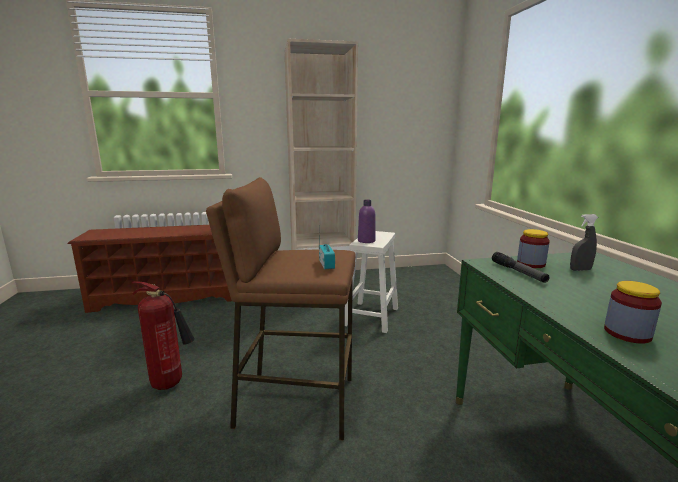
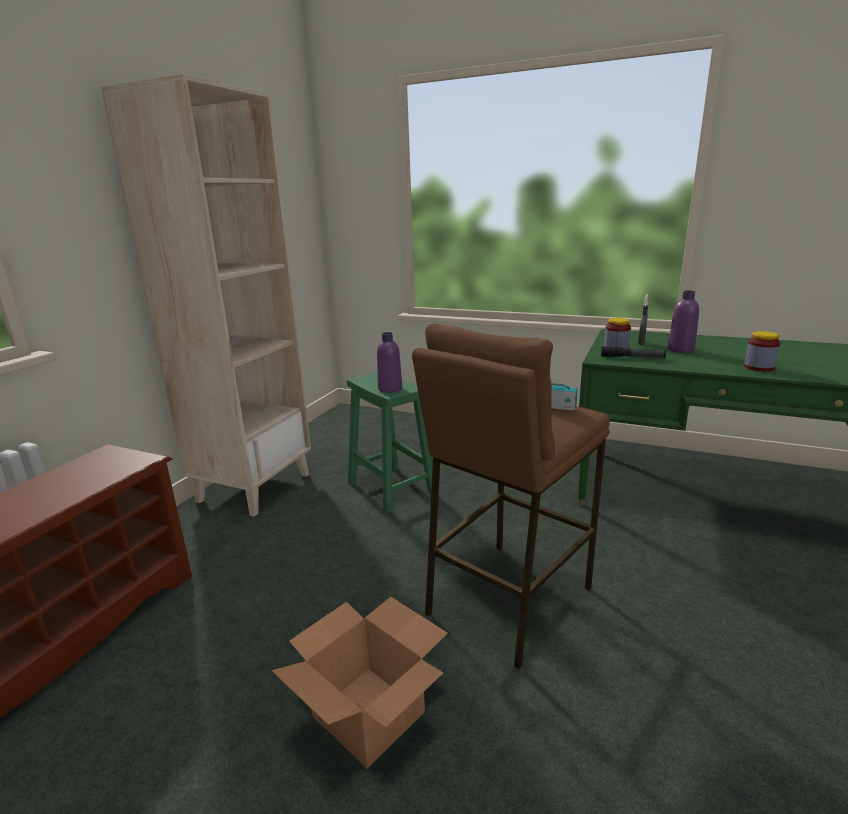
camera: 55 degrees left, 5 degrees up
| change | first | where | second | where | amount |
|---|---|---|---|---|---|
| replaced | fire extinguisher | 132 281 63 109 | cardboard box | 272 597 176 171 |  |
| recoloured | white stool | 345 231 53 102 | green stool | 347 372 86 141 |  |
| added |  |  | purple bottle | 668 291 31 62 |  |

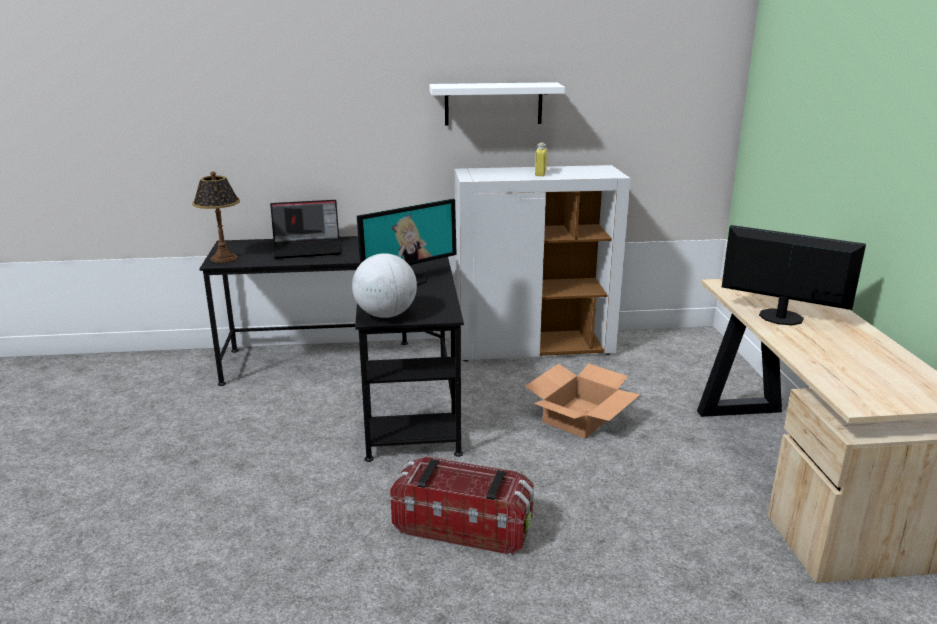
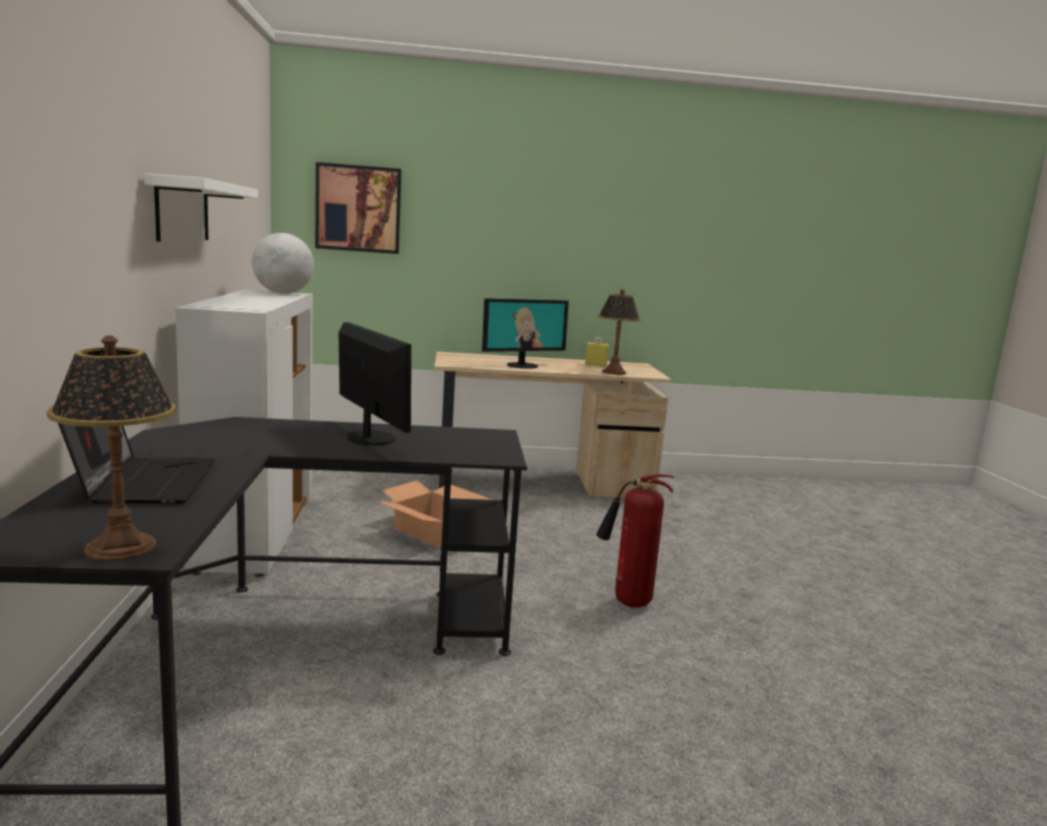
camera: 90 degrees left, 10 degrees down
| change | first | where | second | where | amount |
|---|---|---|---|---|---|
| moved | globe | 352 253 65 65 |  | 252 233 62 61 |  |
| replaced | storage box | 390 457 144 98 | fire extinguisher | 596 474 78 134 |  |
| moved | yellow bottle | 535 143 12 33 |  | 585 337 24 30 |  |
| turned | monitor | 722 225 144 100 |  | 482 298 87 71 | 150 degrees counterclockwise |
| added |  |  | picture | 315 162 87 92 |  |
| added |  |  | table lamp | 598 289 43 86 |  |

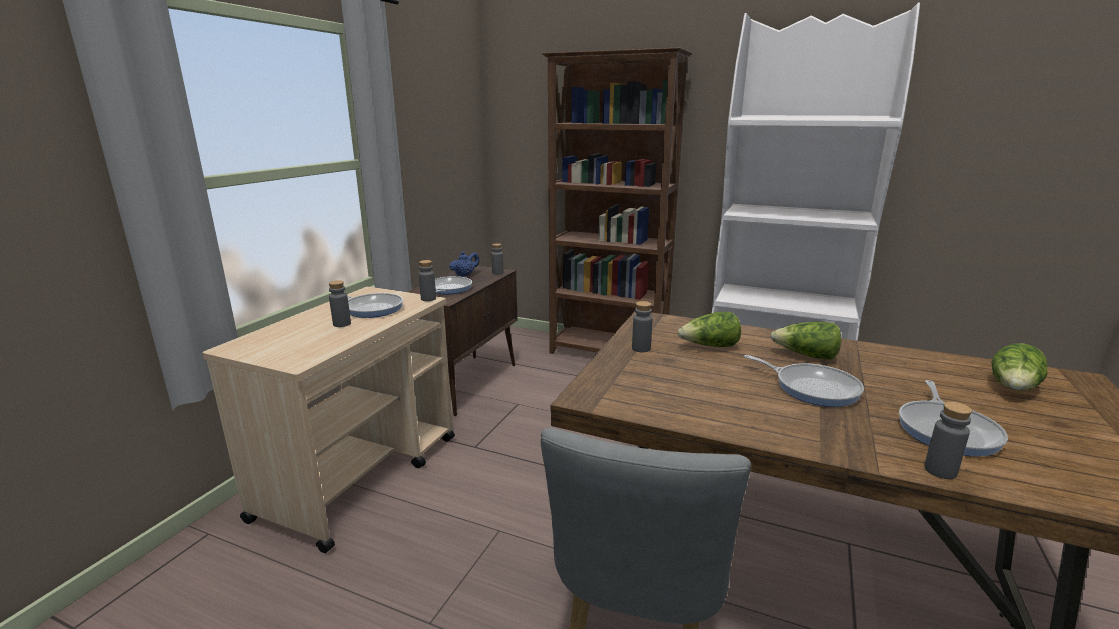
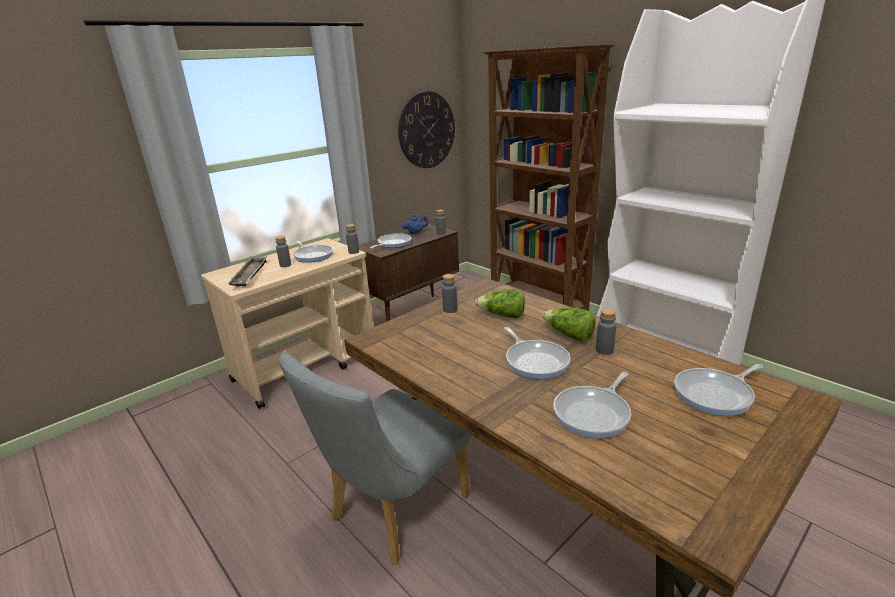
camera: 25 degrees right, 5 degrees up
| change | first | where | second | where | amount |
|---|---|---|---|---|---|
| moved | grey bottle | 924 402 48 77 |  | 596 308 20 47 |  |
| replaced | lettuce | 991 343 57 48 | frying pan | 674 364 89 52 |  |
| added |  |  | tray | 228 256 39 31 |  |
| added |  |  | wall clock | 398 91 57 77 |  |

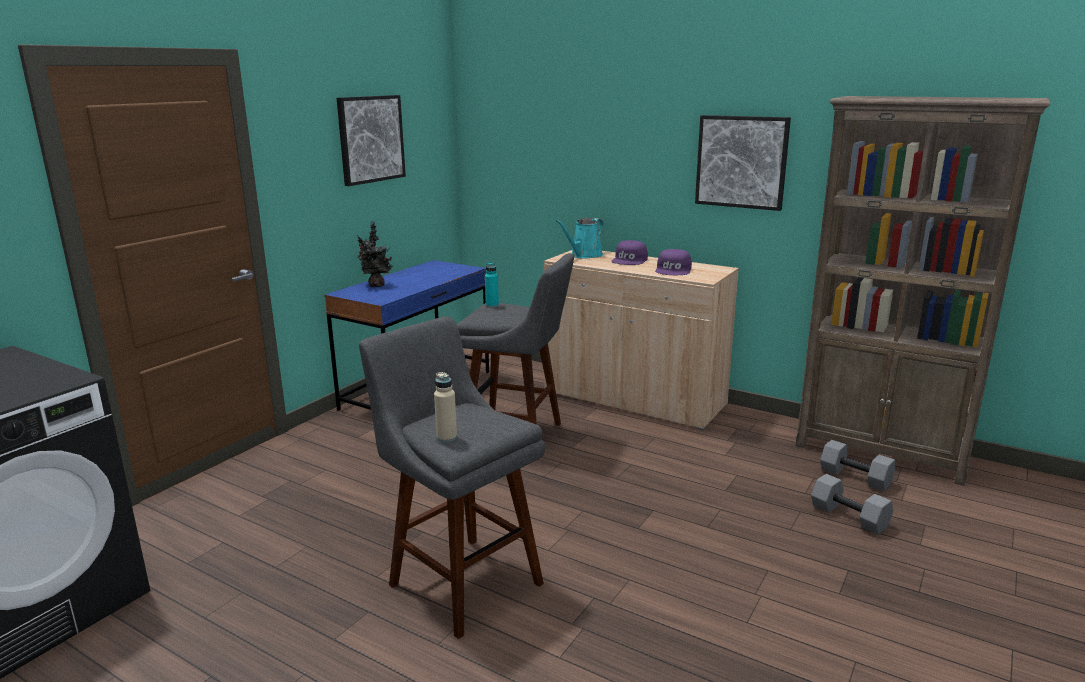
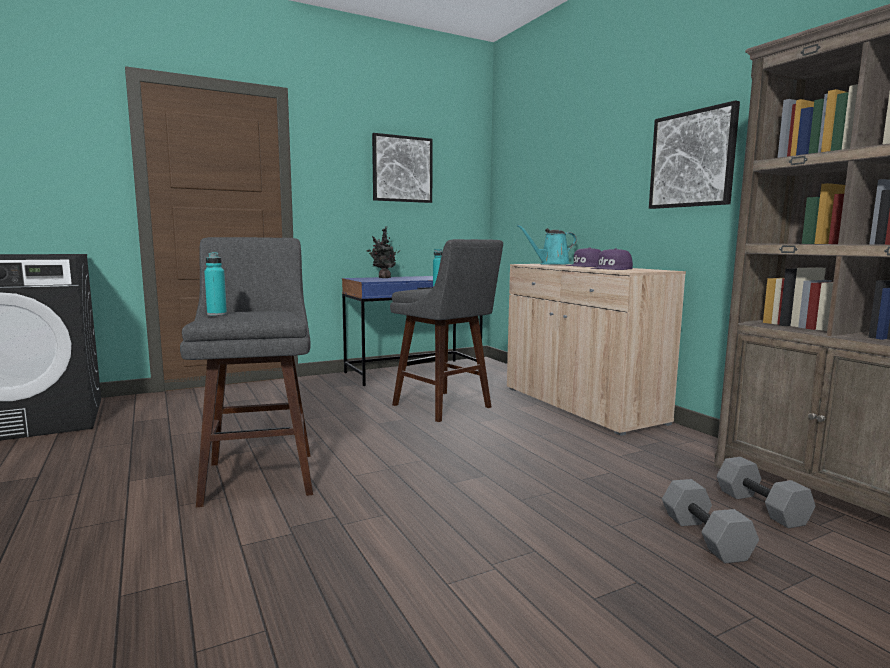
camera: 30 degrees right, 10 degrees down
| change | first | where | second | where | amount |
|---|---|---|---|---|---|
| recoloured | beige bottle | 434 372 23 70 | turquoise bottle | 204 252 23 64 |  |

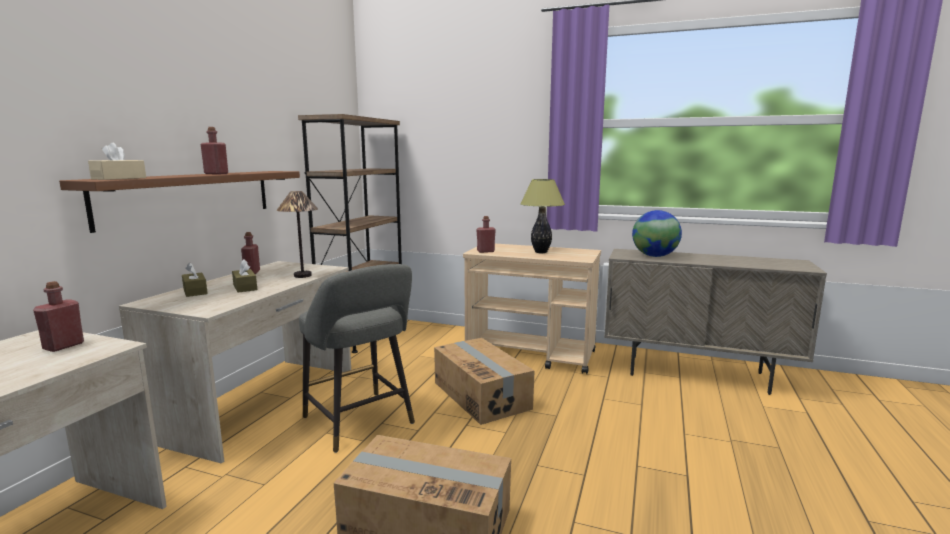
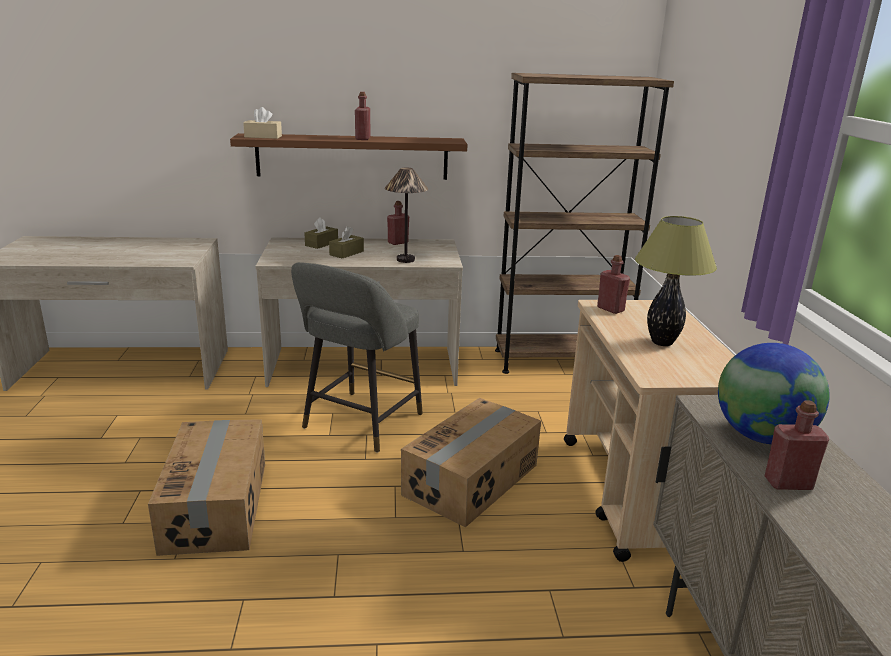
camera: 65 degrees right, 10 degrees up
| change | first | where | second | where | amount |
|---|---|---|---|---|---|
| moved | red bottle | 33 281 51 71 |  | 765 400 64 90 |  |

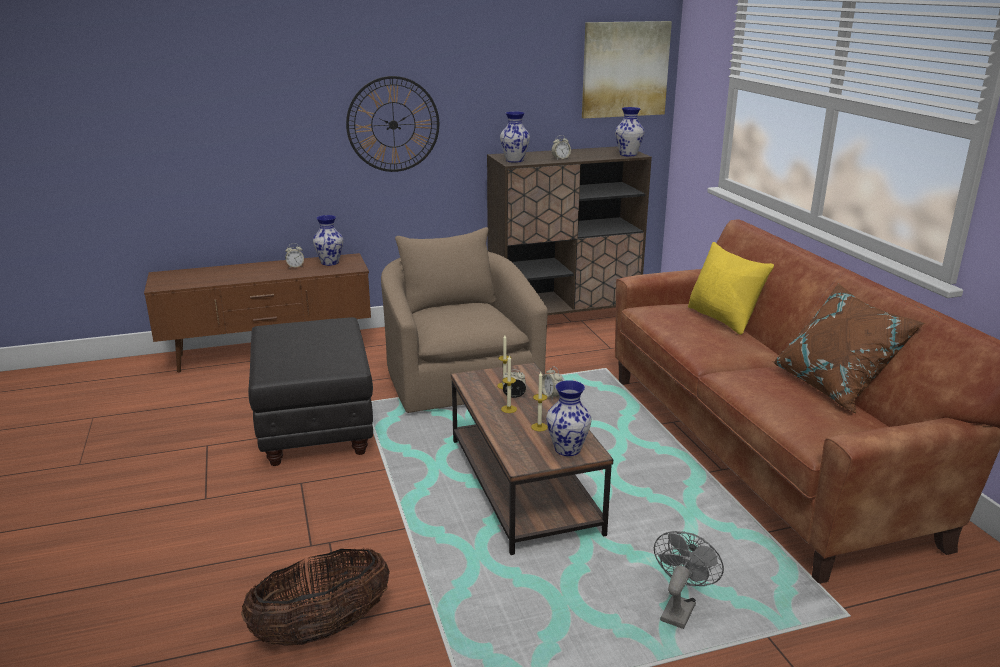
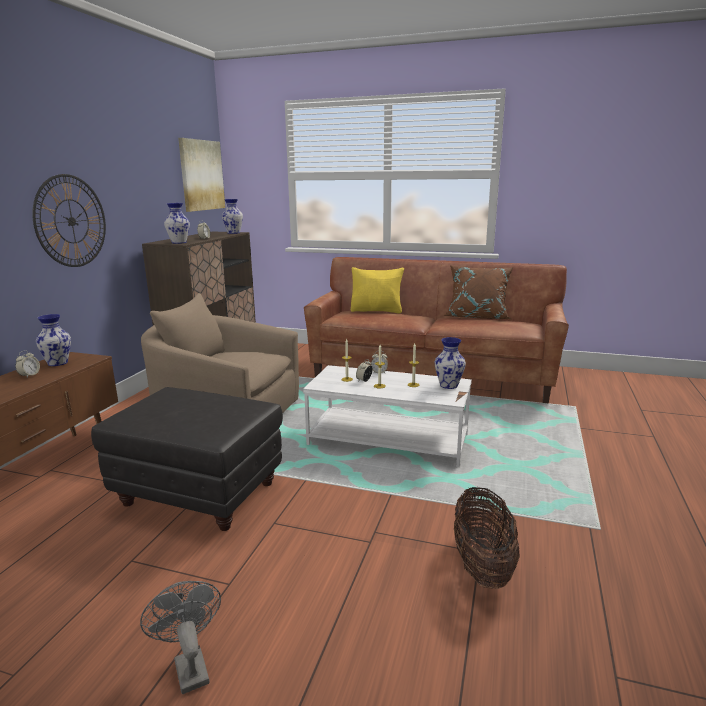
camera: 55 degrees left, 5 degrees down
| change | first | where | second | where | amount |
|---|---|---|---|---|---|
| recoloured | brown coffee table | 451 363 162 192 | white coffee table | 303 365 169 102 |  |
| moved | grey fan | 654 531 70 98 |  | 140 581 81 113 |  |

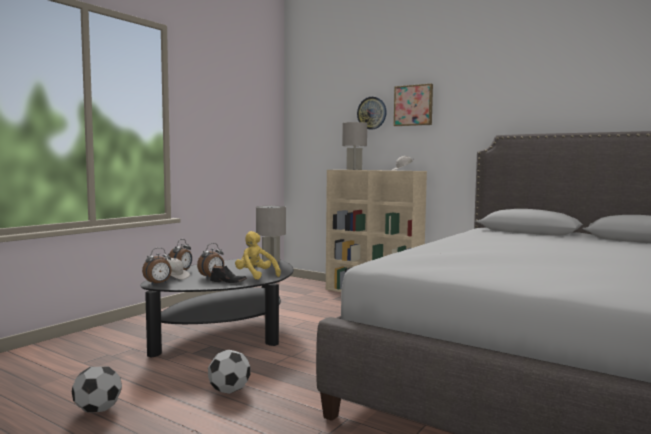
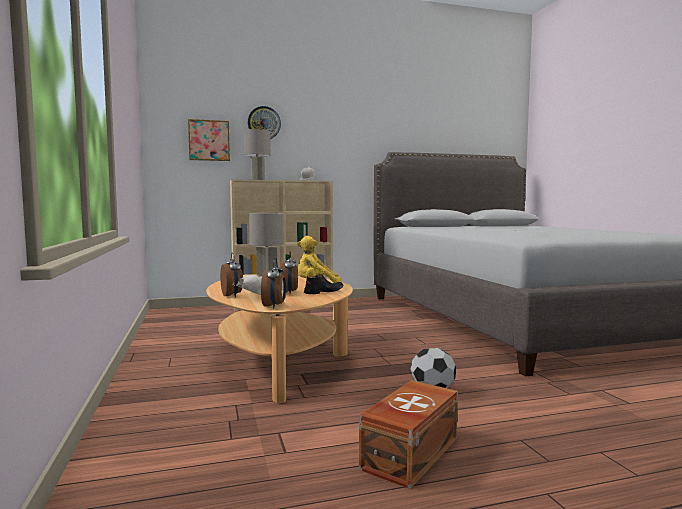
camera: 50 degrees left, 0 degrees up
| change | first | where | second | where | amount |
|---|---|---|---|---|---|
| replaced | football | 72 366 50 47 | brown storage box | 359 380 99 109 |  |
| recoloured | black coffee table | 140 257 154 100 | beige coffee table | 206 274 147 129 |  |
| moved | picture | 394 84 39 42 |  | 188 119 42 42 |  |

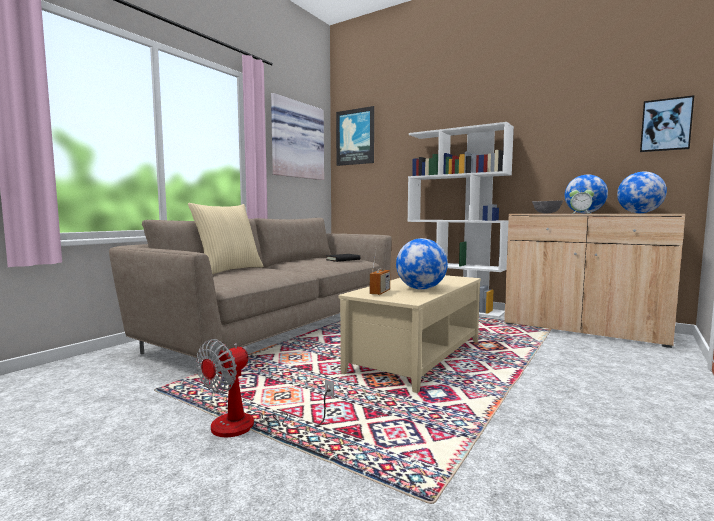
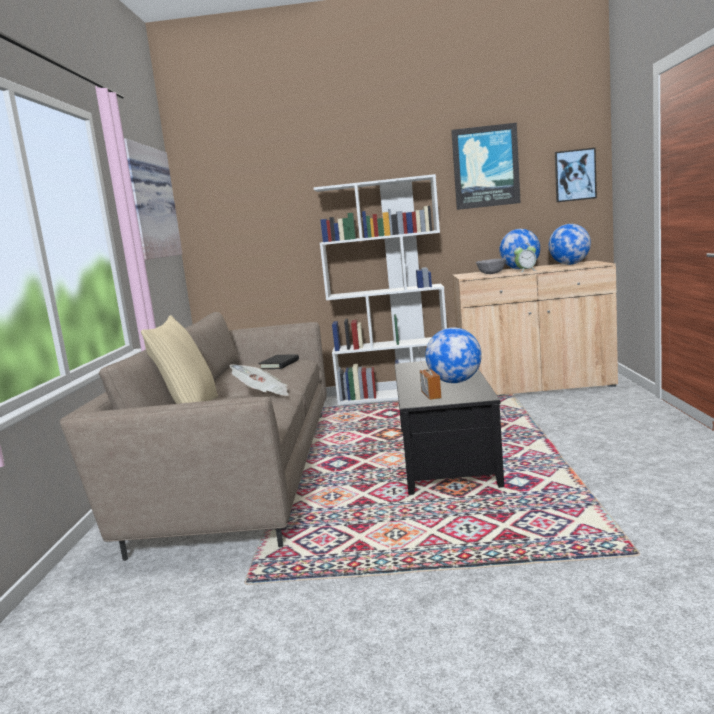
camera: 30 degrees left, 5 degrees up
| change | first | where | second | where | amount |
|---|---|---|---|---|---|
| removed | fan | 196 339 138 98 |  |  |  |
| moved | picture | 336 106 38 60 |  | 451 123 70 87 |  |
| recoloured | beige coffee table | 338 275 143 118 | black coffee table | 395 361 109 134 |  |
| added |  |  | newspaper | 229 364 59 32 |  |

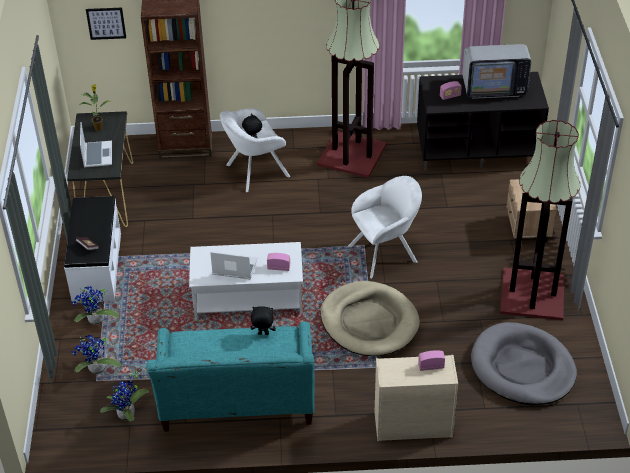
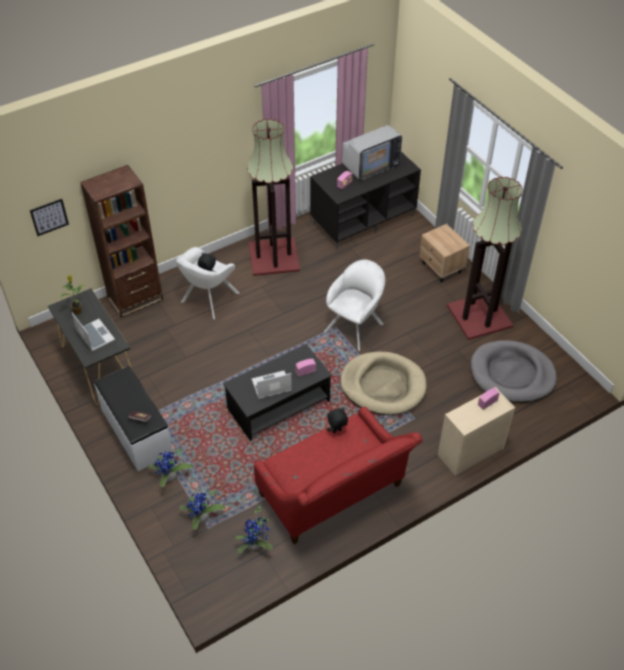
camera: 30 degrees left, 5 degrees up
| change | first | where | second | where | amount |
|---|---|---|---|---|---|
| recoloured | turquoise sofa | 146 321 169 111 | red sofa | 254 407 168 137 |  |
| recoloured | white coffee table | 189 242 114 77 | black coffee table | 223 344 109 97 |  |

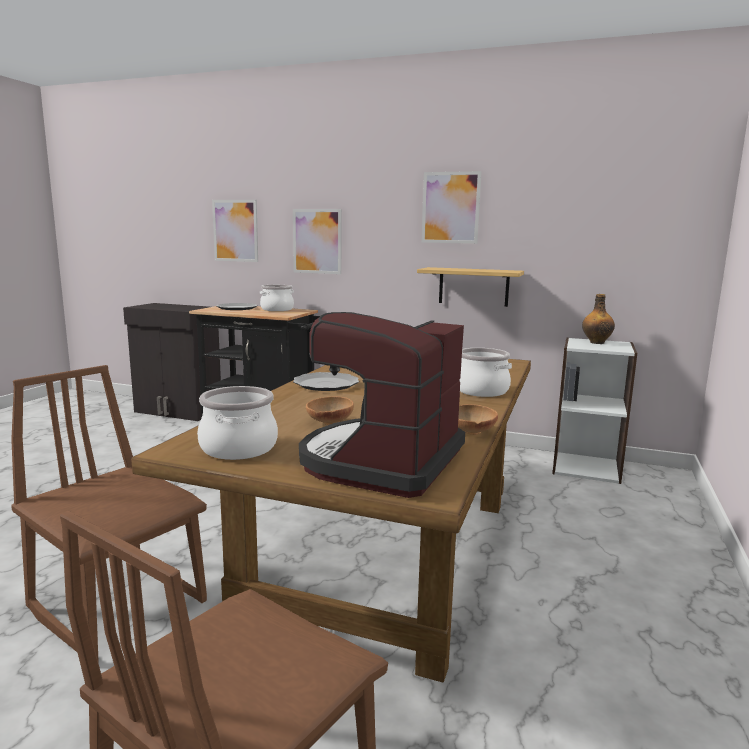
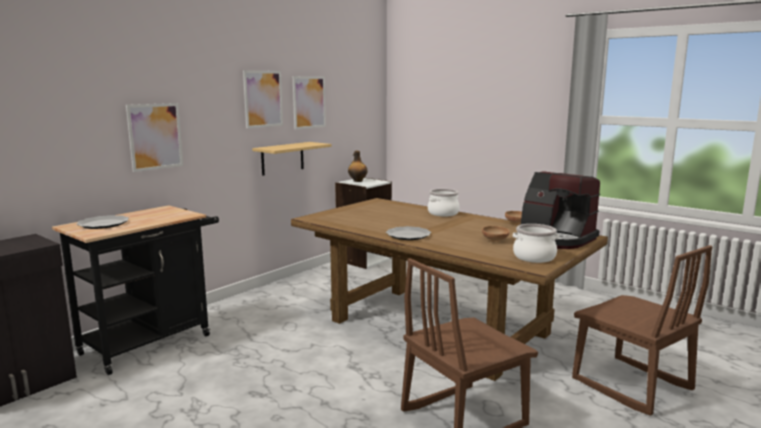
camera: 70 degrees left, 0 degrees up
| change | first | where | second | where | amount |
|---|---|---|---|---|---|
| moved | picture | 212 200 46 62 |  | 293 76 33 53 |  |
| removed | cooking pot | 260 285 34 26 |  |  |  |

